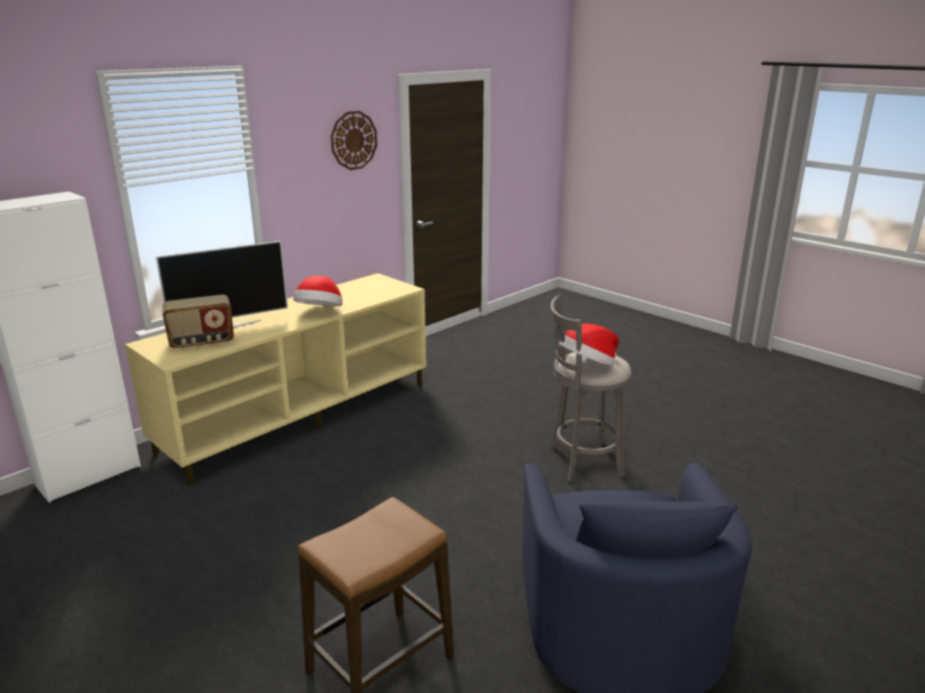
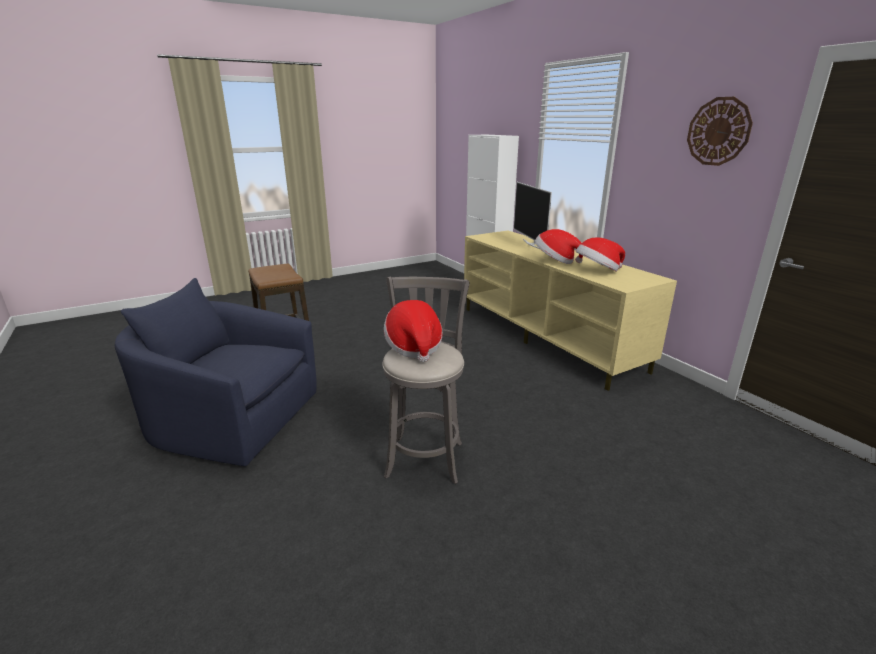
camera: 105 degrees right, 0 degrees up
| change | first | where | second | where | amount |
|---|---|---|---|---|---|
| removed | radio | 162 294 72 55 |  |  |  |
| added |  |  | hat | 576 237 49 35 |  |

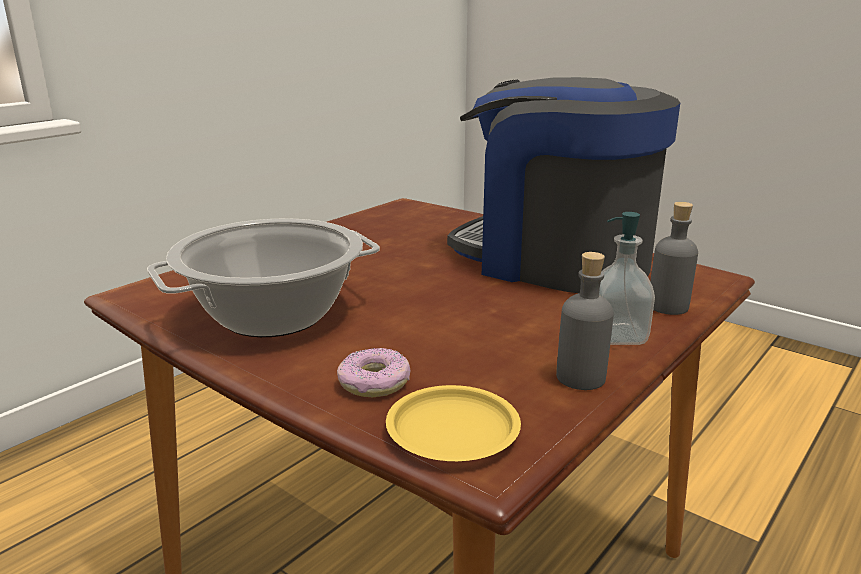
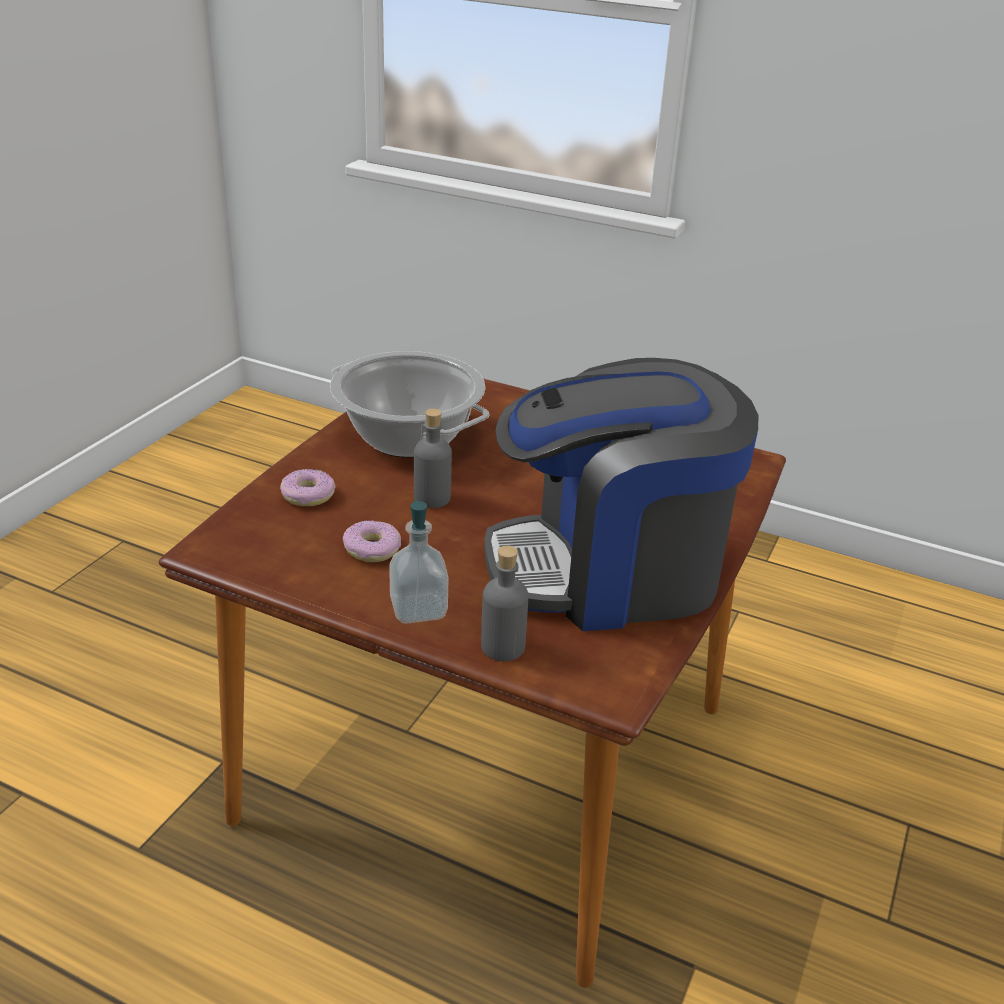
camera: 75 degrees right, 10 degrees up
| change | first | where | second | where | amount |
|---|---|---|---|---|---|
| removed | yellow plate | 386 385 135 76 |  |  |  |
| turned | coffee machine | 447 77 233 216 |  | 484 358 275 273 | 120 degrees counterclockwise |
| moved | grey bottle | 556 252 58 138 |  | 414 408 38 100 |  |
| added |  |  | donut | 343 520 58 42 |  |

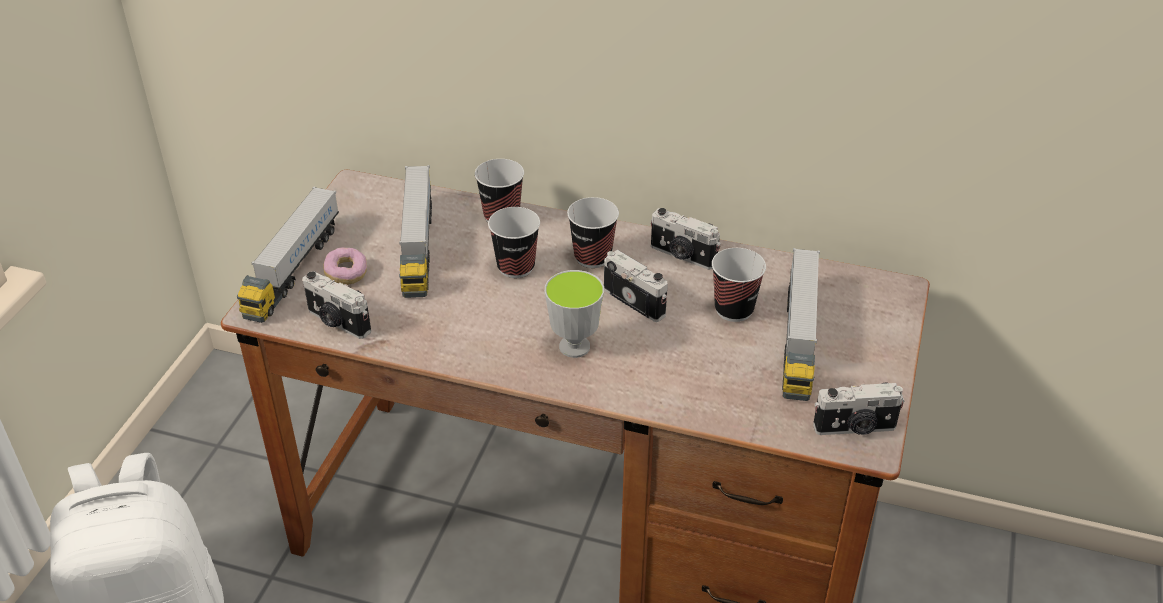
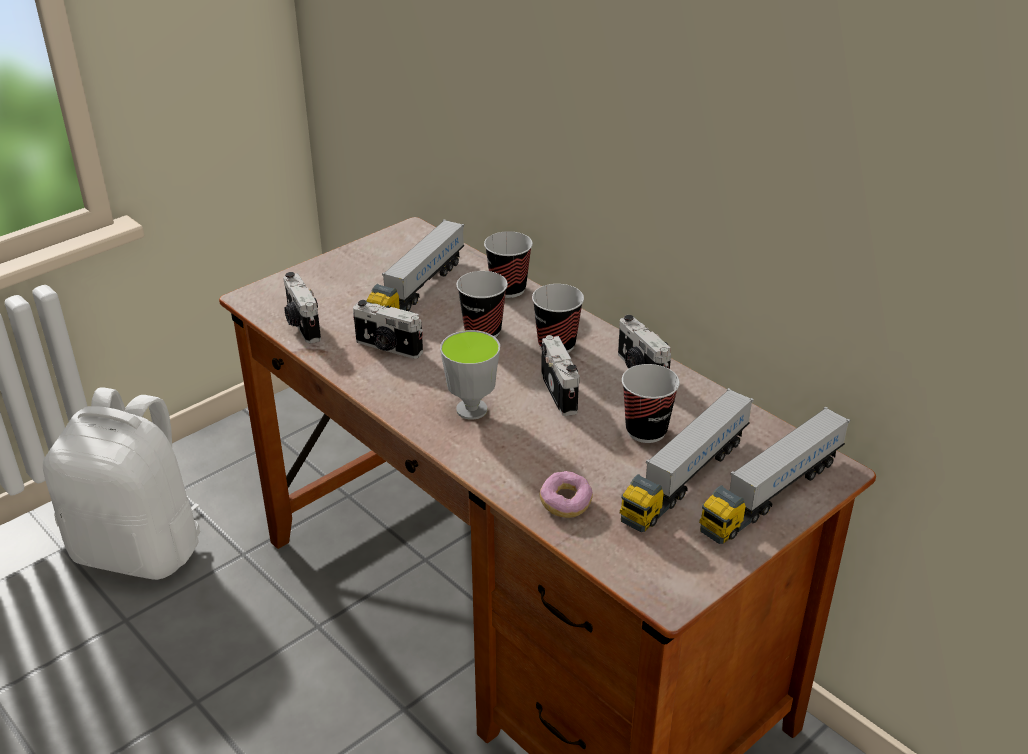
camera: 30 degrees right, 5 degrees down
| change | first | where | second | where | amount |
|---|---|---|---|---|---|
| moved | toy truck | 237 186 102 137 |  | 699 407 151 137 |  |
| moved | donut | 324 247 43 38 |  | 540 471 53 47 |  |
| moved | photo camera | 813 382 92 53 |  | 353 300 70 59 |  |

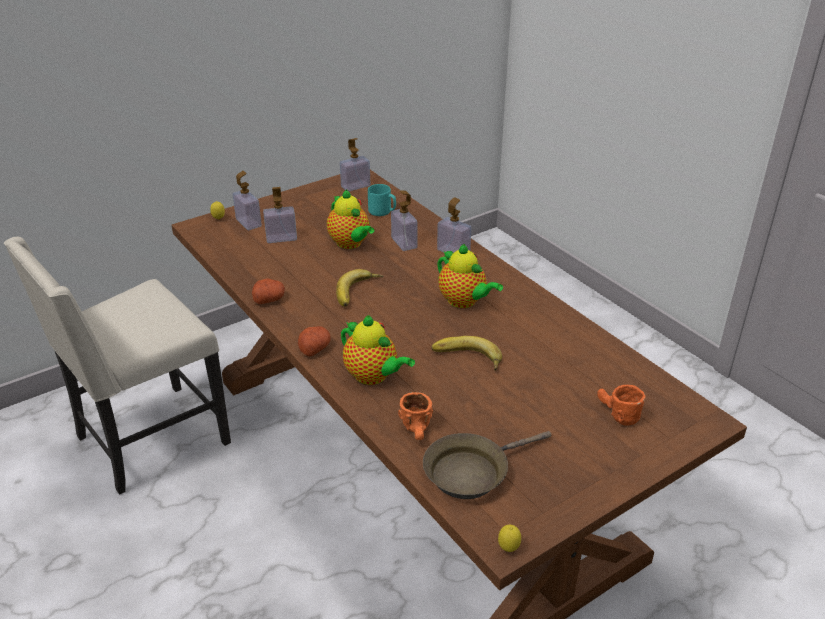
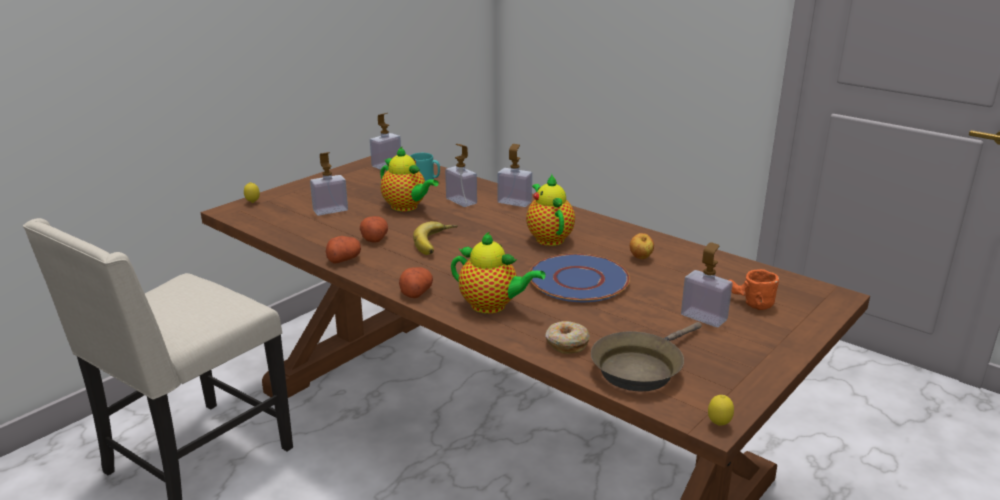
camera: 15 degrees left, 10 degrees down
| change | first | where | second | where | amount |
|---|---|---|---|---|---|
| moved | soap dispenser | 233 171 29 59 |  | 681 242 52 85 |  |
| replaced | orange mug | 398 392 35 48 | donut | 545 321 45 33 |  |
| replaced | banana | 431 336 71 35 | blue plate | 529 254 101 48 |  |
| turned | teapot | 437 244 66 64 |  | 526 174 49 72 | 135 degrees counterclockwise |
| added |  |  | potato | 360 216 28 27 |  |
| added |  |  | apple | 630 233 24 26 |  |

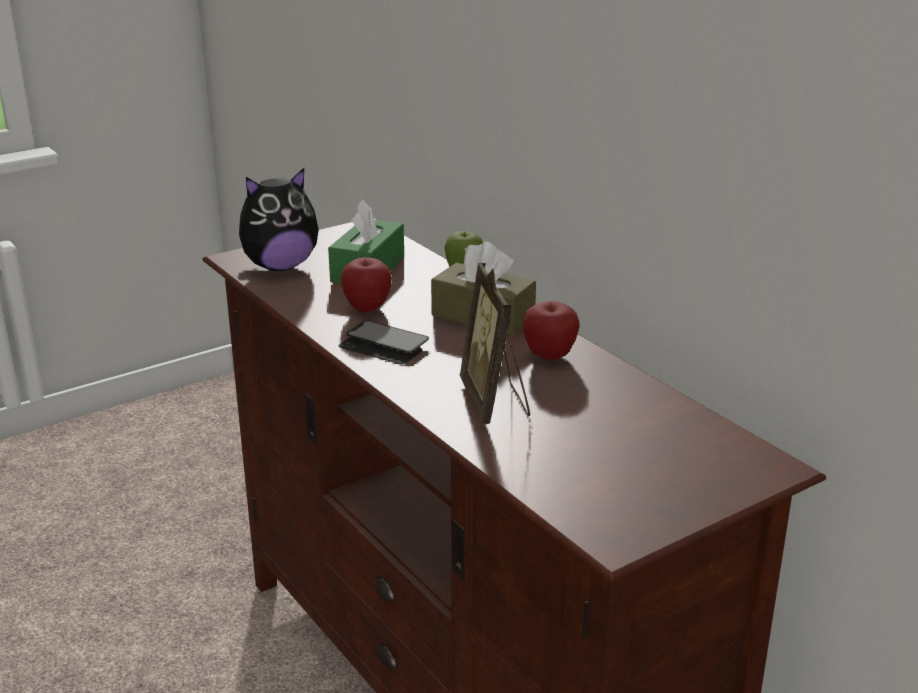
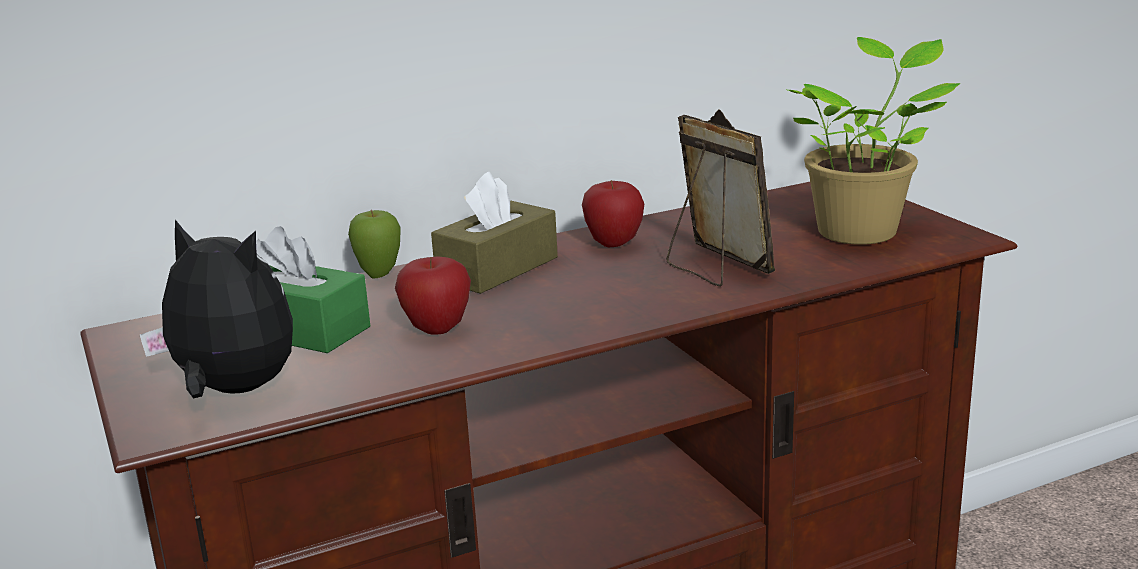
camera: 80 degrees left, 5 degrees down
| change | first | where | second | where | amount |
|---|---|---|---|---|---|
| turned | plush toy | 239 168 80 103 |  | 140 219 153 179 | 45 degrees counterclockwise |
| removed | phone | 339 320 90 44 |  |  |  |
| turned | picture frame | 460 263 70 161 |  | 666 109 109 178 | 120 degrees counterclockwise |
| added |  |  | potted plant | 788 37 173 208 |  |

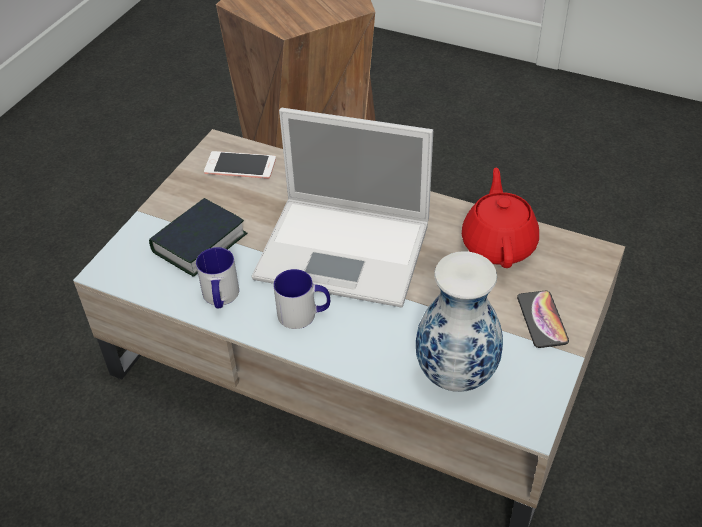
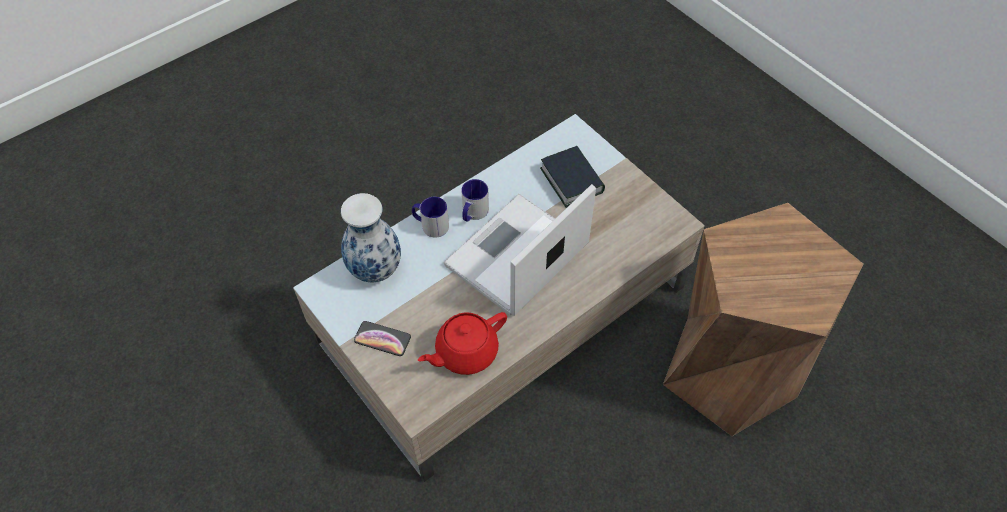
camera: 115 degrees right, 10 degrees up
| change | first | where | second | where | amount |
|---|---|---|---|---|---|
| moved | mug | 196 247 43 61 |  | 412 197 37 41 |  |
| removed | phone | 204 151 72 28 |  |  |  |
| turned | red teapot | 462 168 77 100 |  | 418 312 89 63 | 120 degrees clockwise |

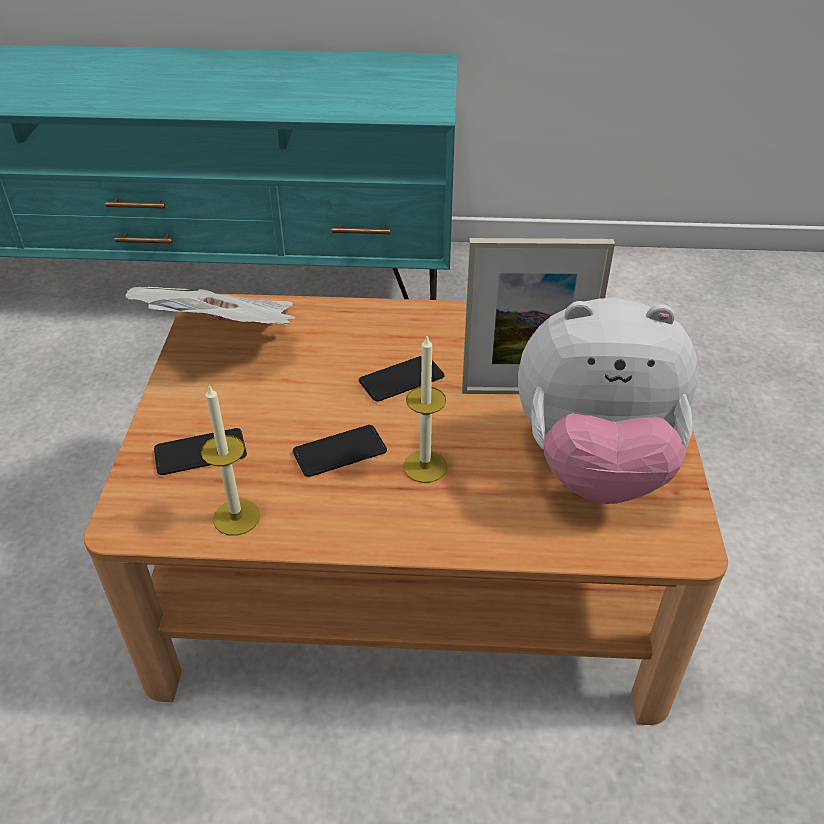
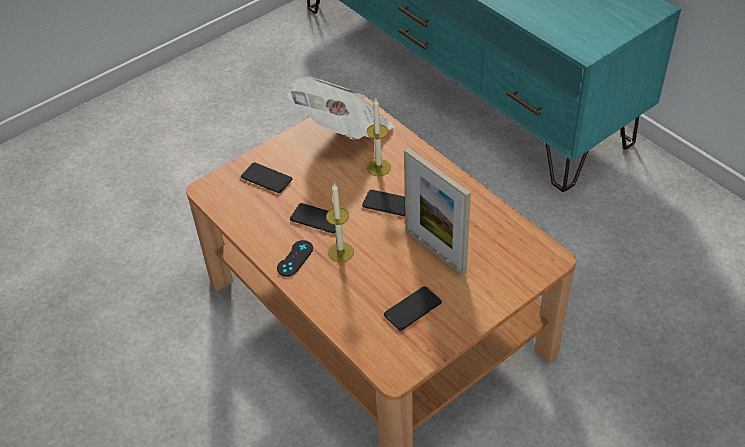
camera: 50 degrees right, 5 degrees up
| change | first | where | second | where | amount |
|---|---|---|---|---|---|
| moved | candle | 201 385 59 151 |  | 367 99 24 77 |  |
| replaced | plush toy | 518 298 180 206 | phone | 384 286 58 44 |  |
| added |  |  | black game controller | 277 240 36 37 |  |

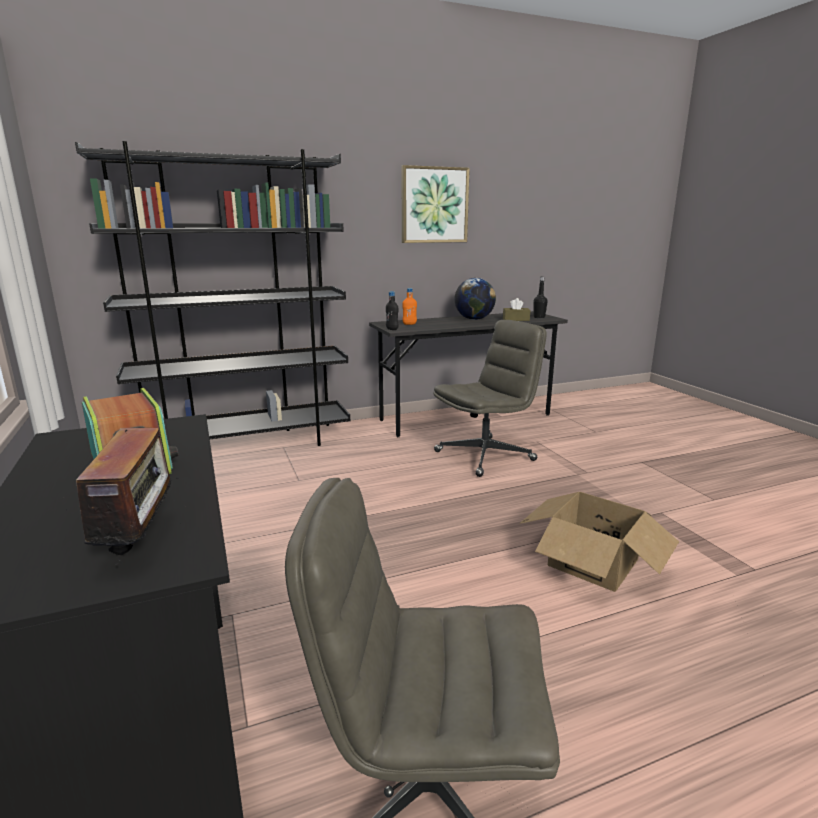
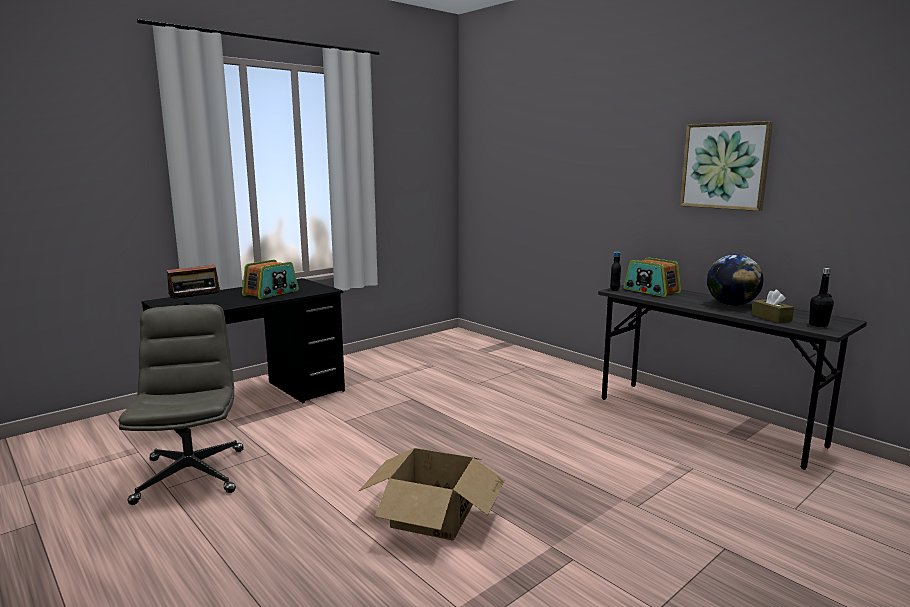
camera: 70 degrees right, 5 degrees down
| change | first | where | second | where | amount |
|---|---|---|---|---|---|
| removed | black bookcase | 75 141 275 305 |  |  |  |
| replaced | orange bottle | 402 288 15 37 | radio | 623 257 58 40 |  |
| removed | grey office chair | 433 320 114 157 |  |  |  |

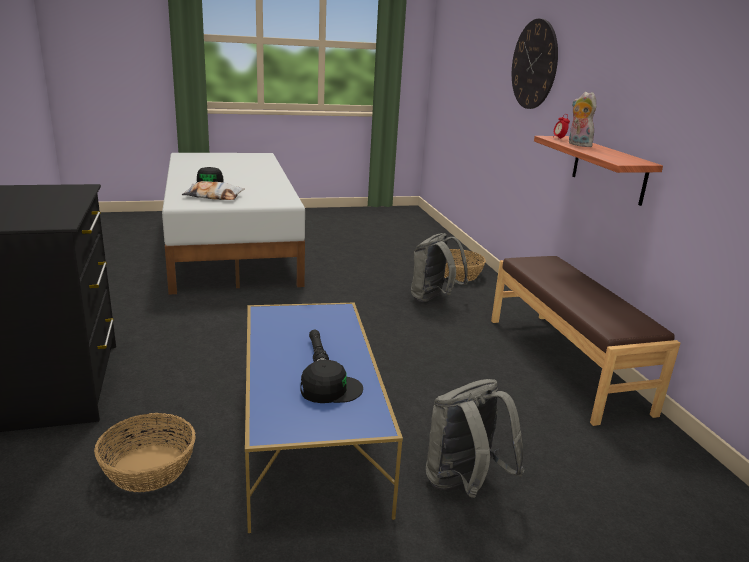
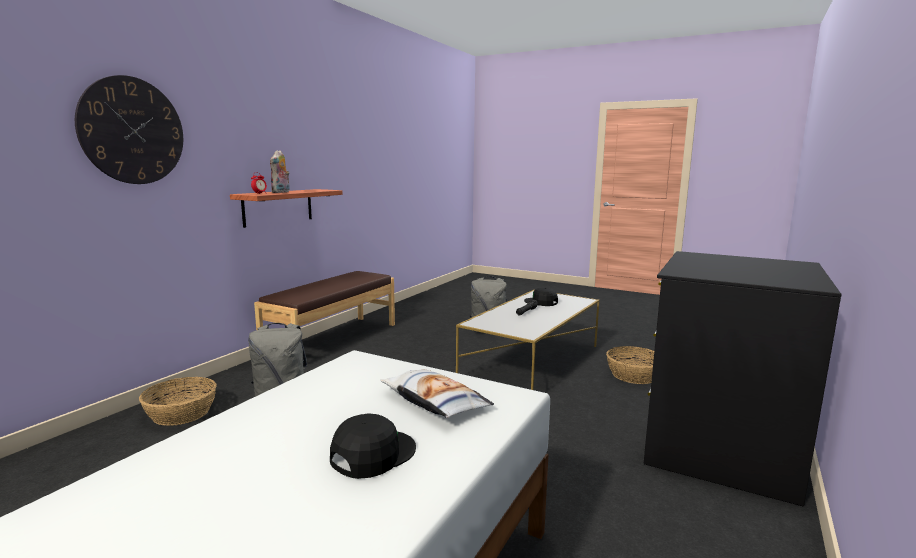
camera: 135 degrees left, 10 degrees down
| change | first | where | second | where | amount |
|---|---|---|---|---|---|
| recoloured | blue coffee table | 245 302 158 231 | white coffee table | 456 290 144 100 |  |

